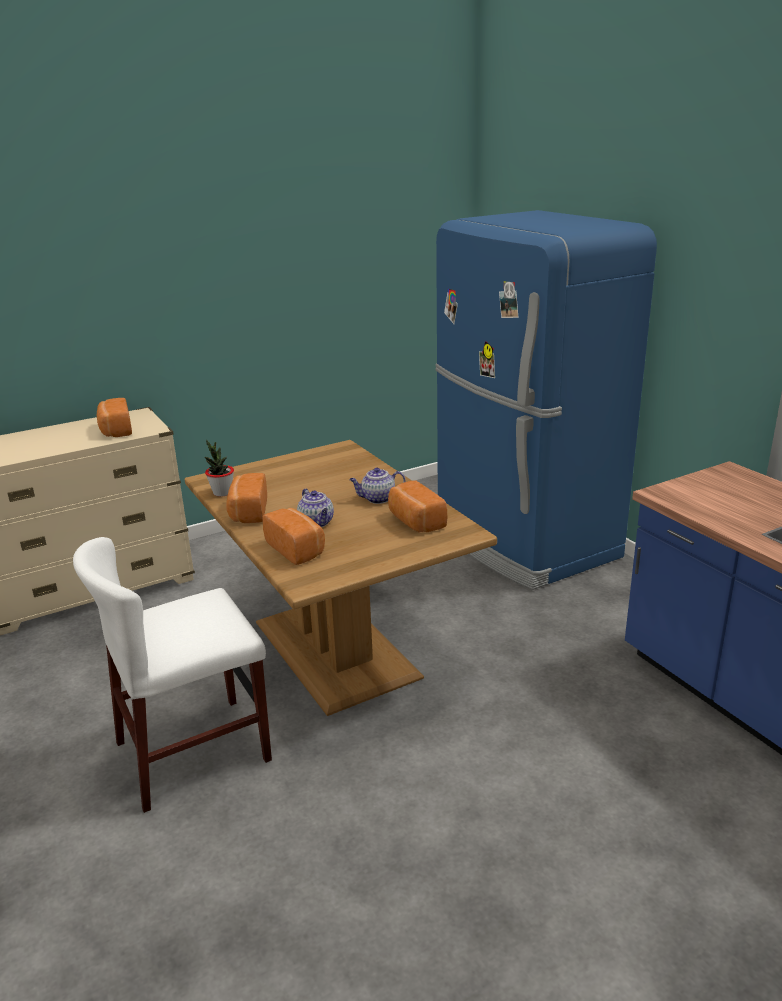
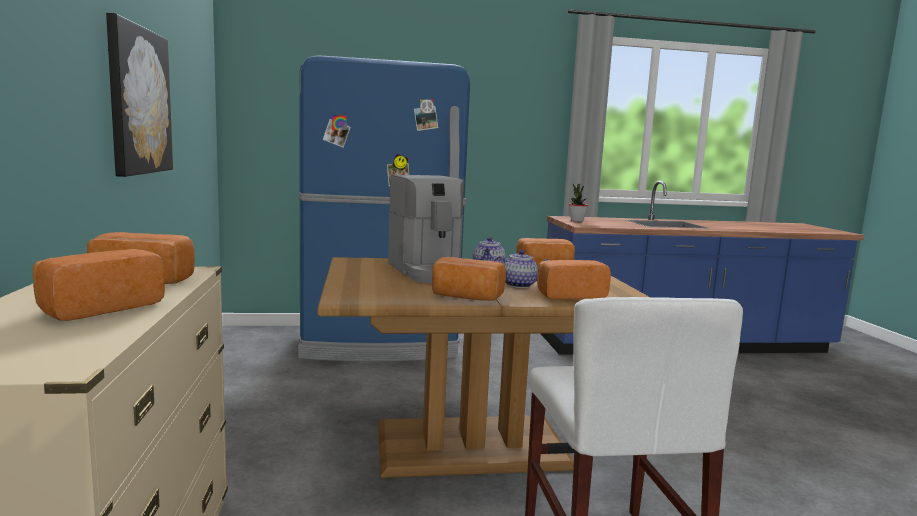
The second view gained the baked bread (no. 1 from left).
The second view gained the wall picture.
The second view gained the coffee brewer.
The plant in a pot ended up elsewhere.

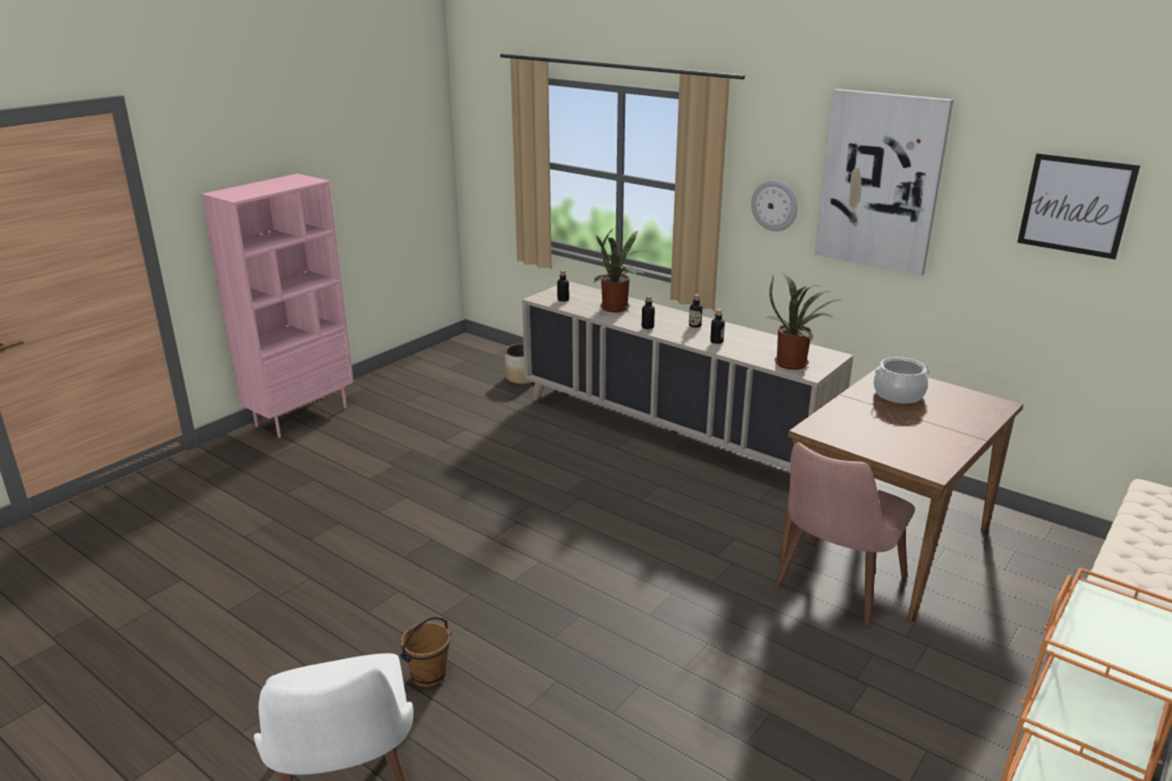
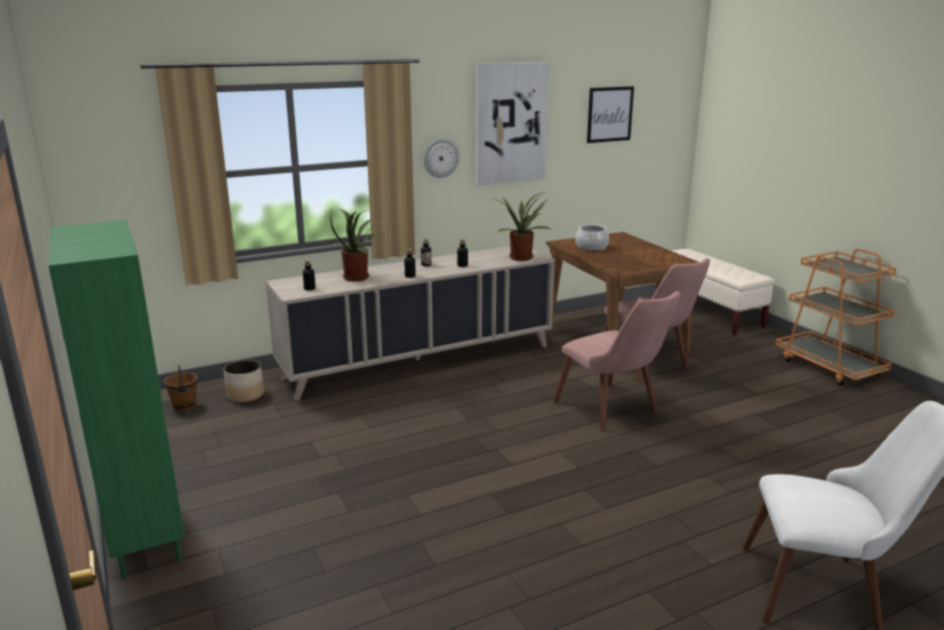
What was the bookshelf/pink turned into the bookshelf/green.
The bucket/brown-coloured ended up elsewhere.
The second view gained the upright chair/pink (no. 1 from left).

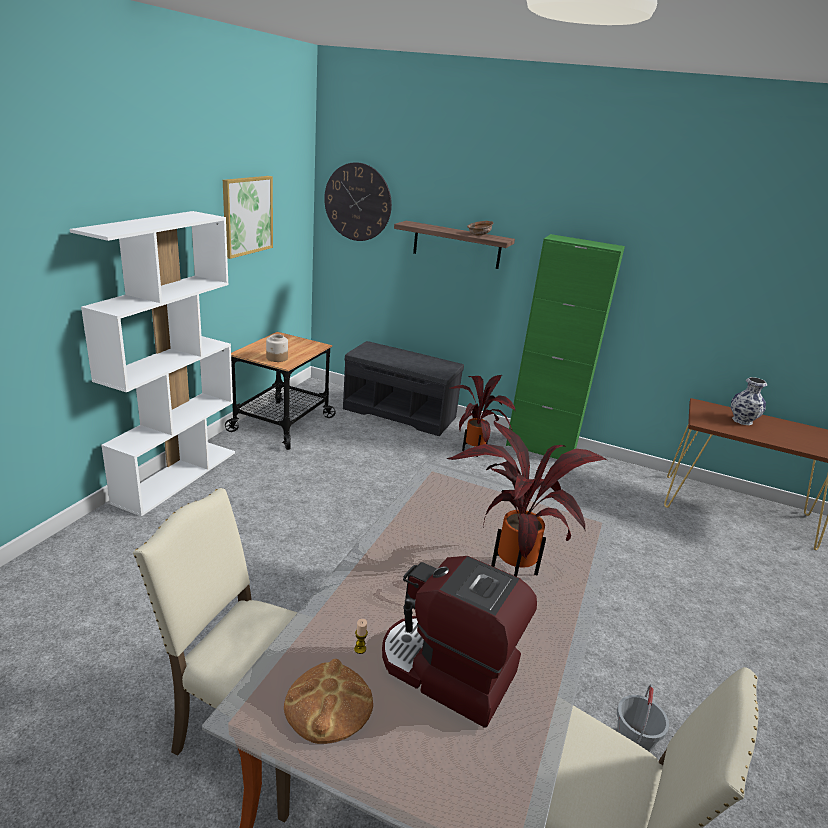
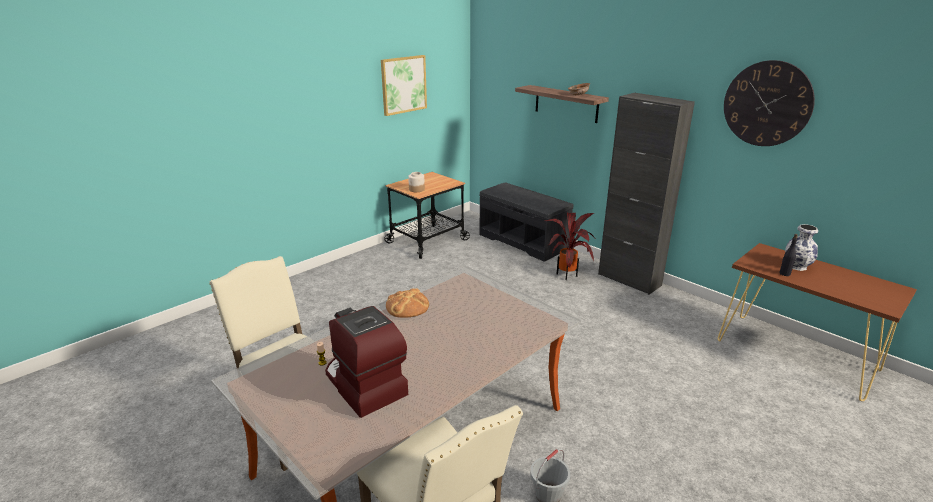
The baked bread ended up elsewhere.
What was the cupboard/green turned into the cupboard/black.
The clock on the wall ended up elsewhere.
The second view gained the beverage bottle/black.
The second view lost the bookshelf/white.
The second view lost the plant in a pot (no. 2 from left).

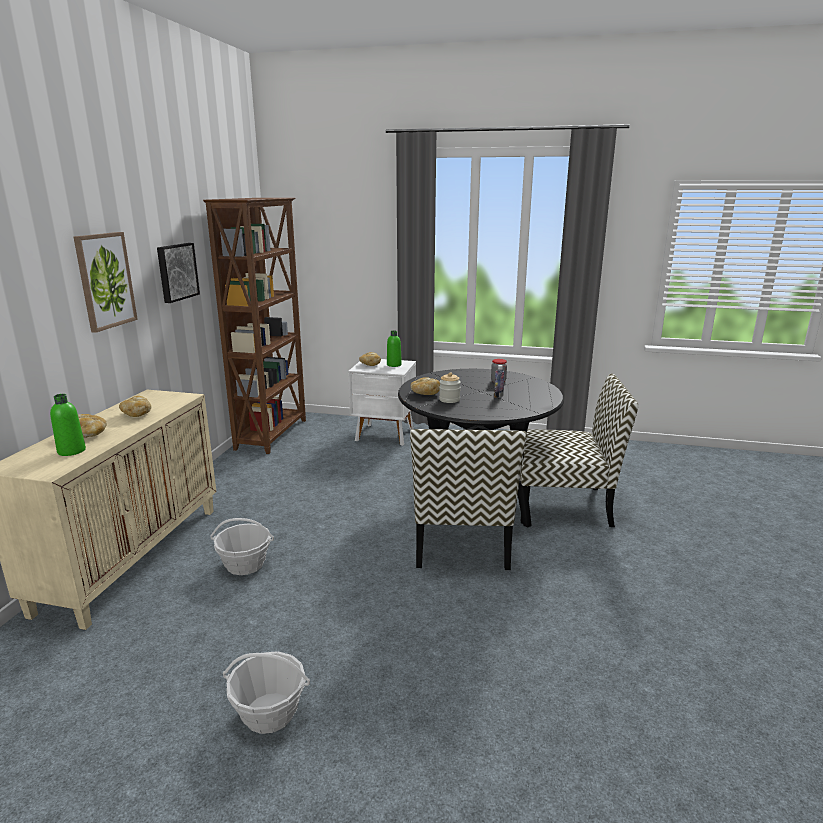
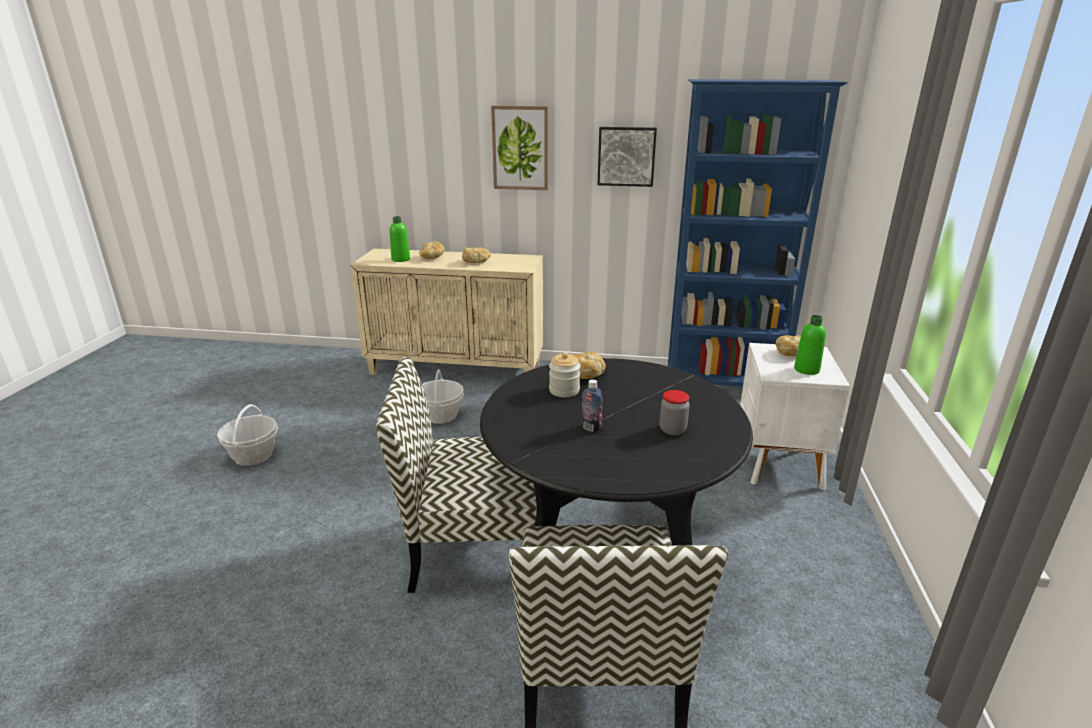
What was the bookshelf/brown-coloured turned into the bookshelf/blue.

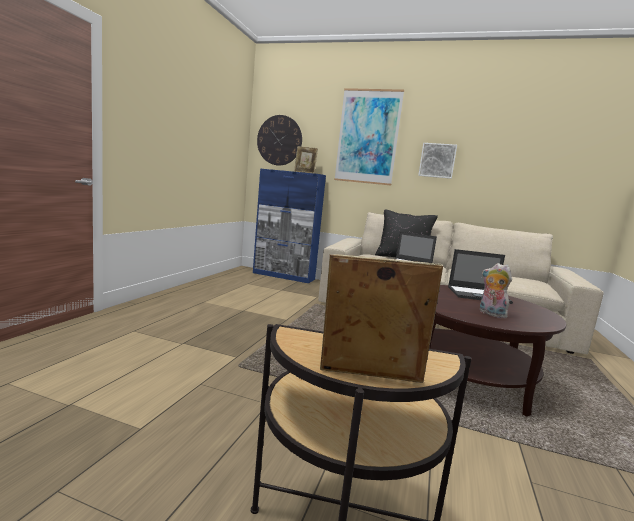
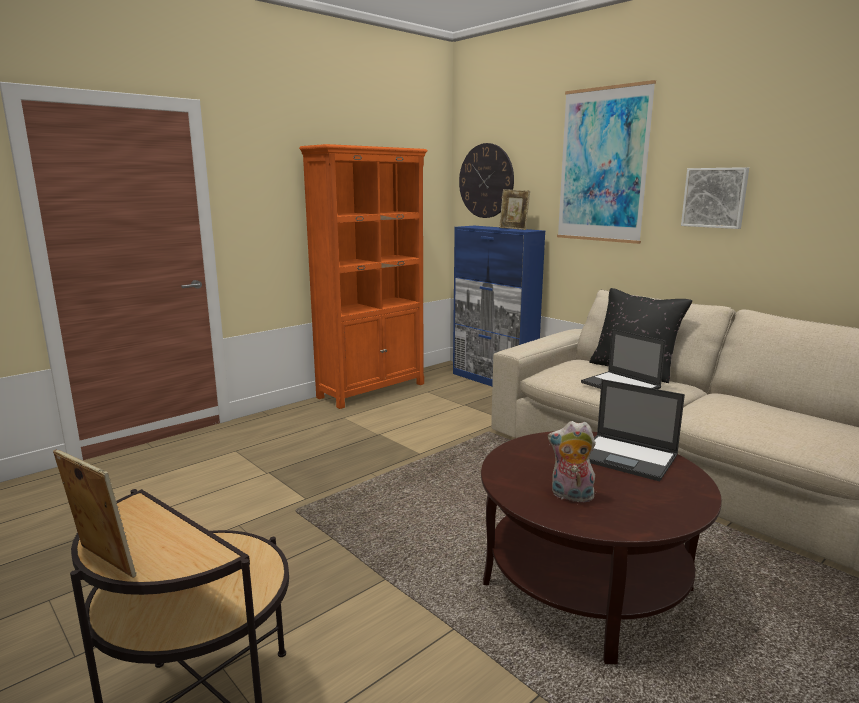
The second view gained the bookshelf/orangey.
The plush toy ended up facing another way, 60 degrees counterclockwise from before.

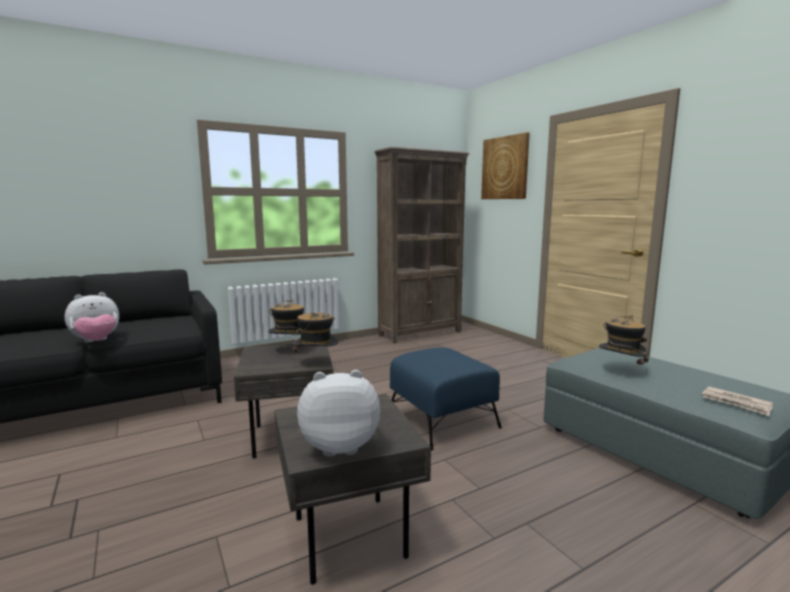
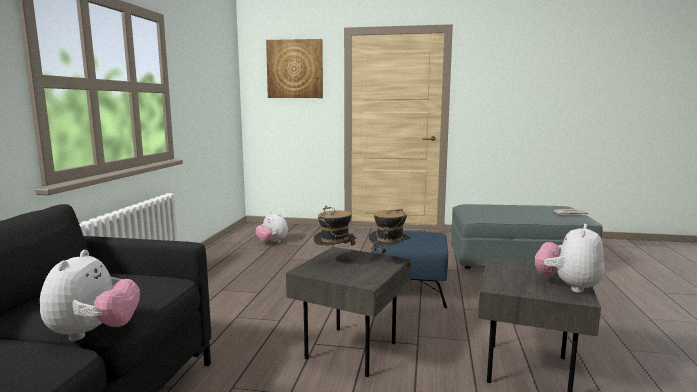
The second view gained the plush toy (no. 2 from left).
The second view lost the bookshelf/brown-coloured.
The second view lost the wearable hat (no. 3 from left).

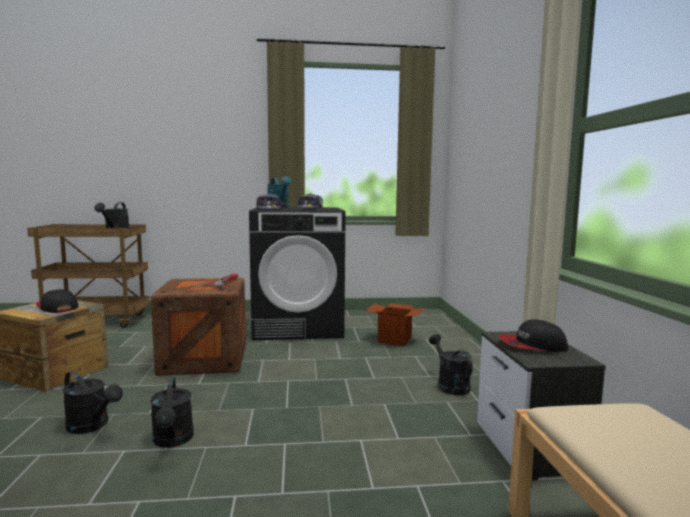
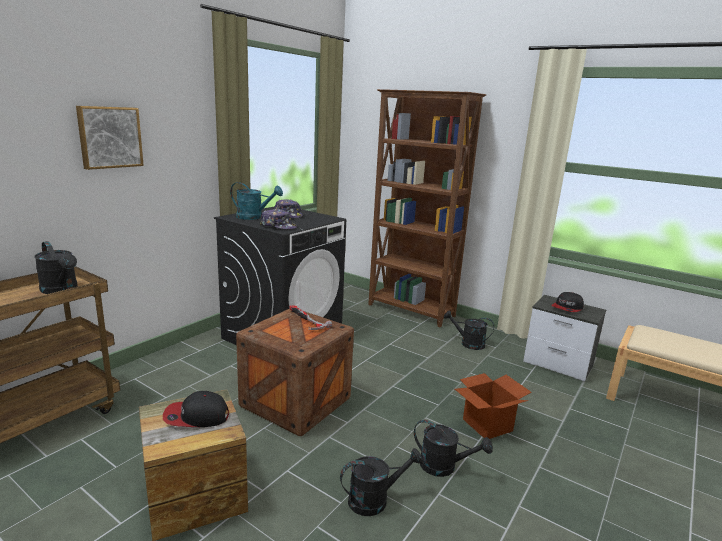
The second view gained the wall picture.
The second view gained the bookshelf/brown-coloured.
The packing box ended up elsewhere.

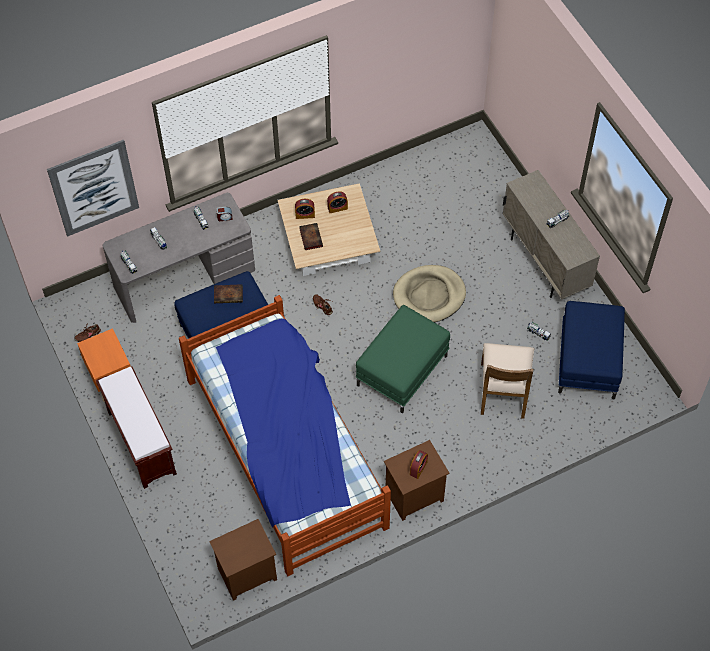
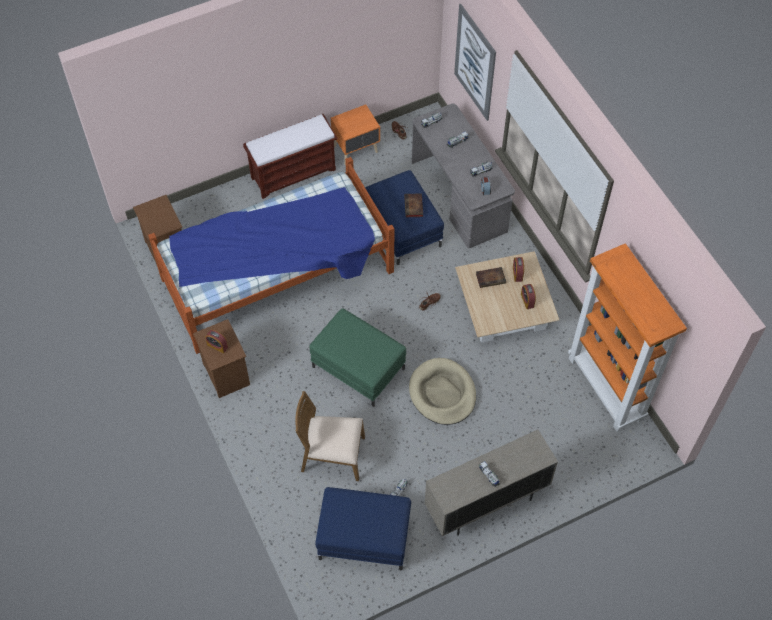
The second view gained the bookshelf/orangey.

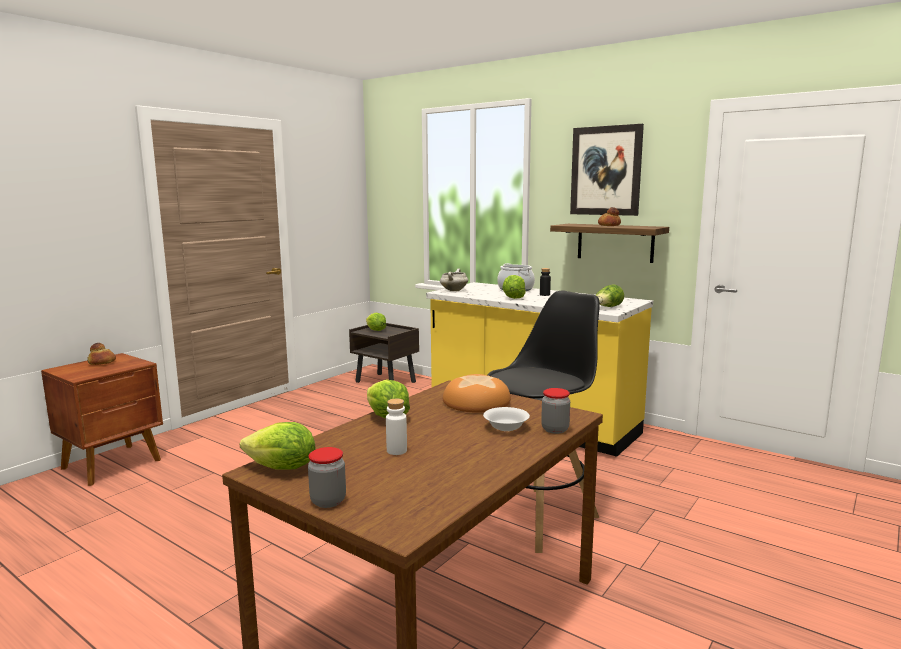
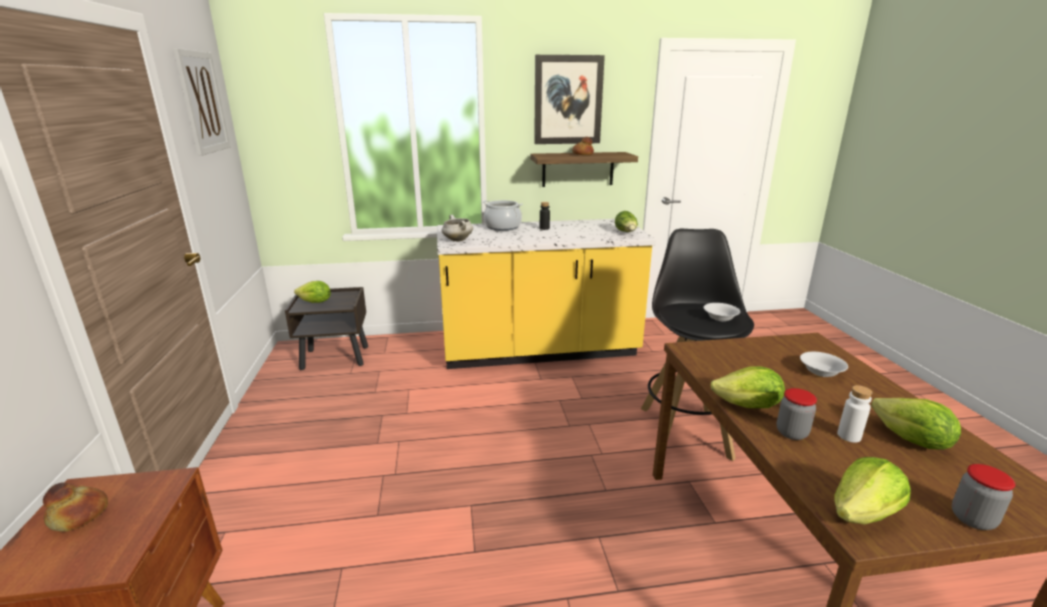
The second view gained the wall picture (no. 1 from left).
The second view gained the serving bowl/white (no. 1 from left).
The preserve jar (no. 2 from left in the first image) ended up elsewhere.
The head of lettuce (no. 4 from left in the first image) ended up elsewhere.
The second view lost the baked bread (no. 2 from left).

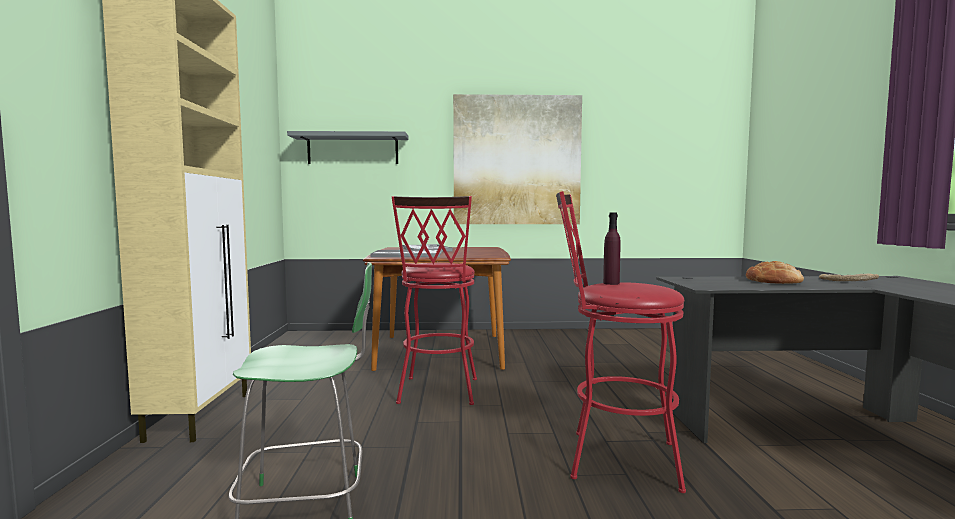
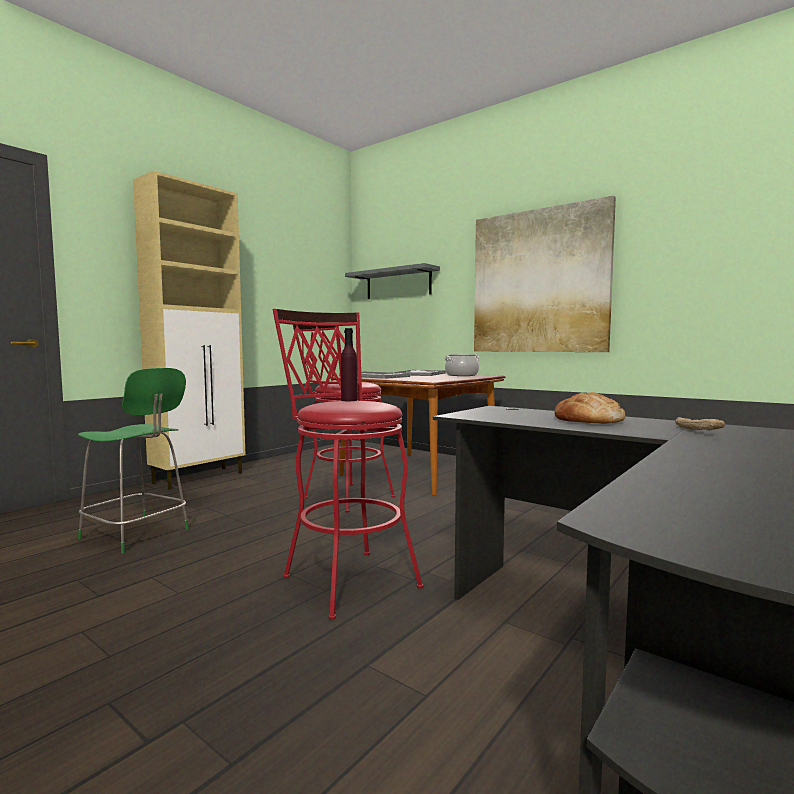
The second view gained the cooking pot.

